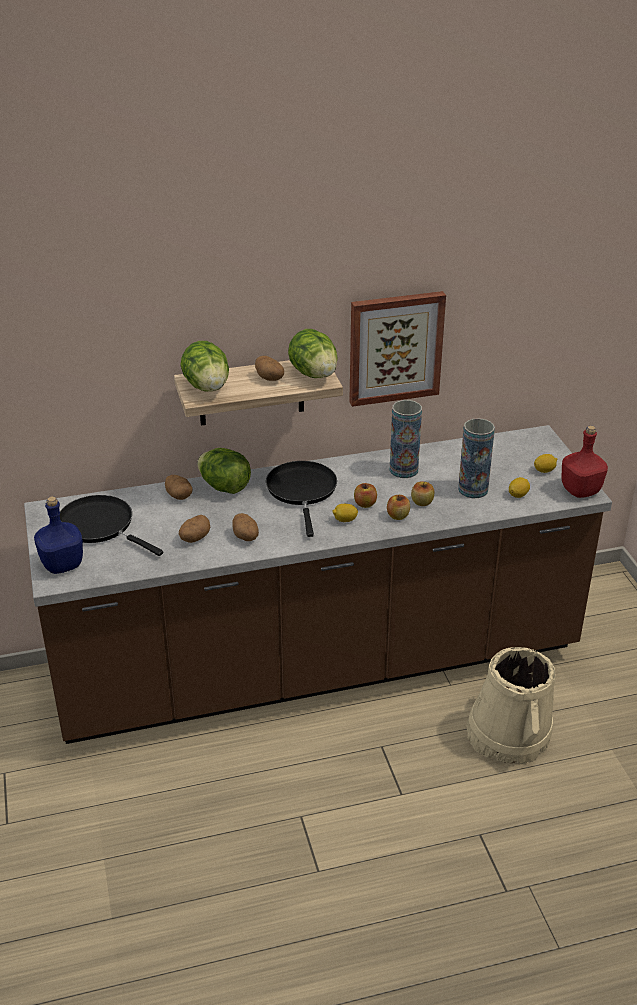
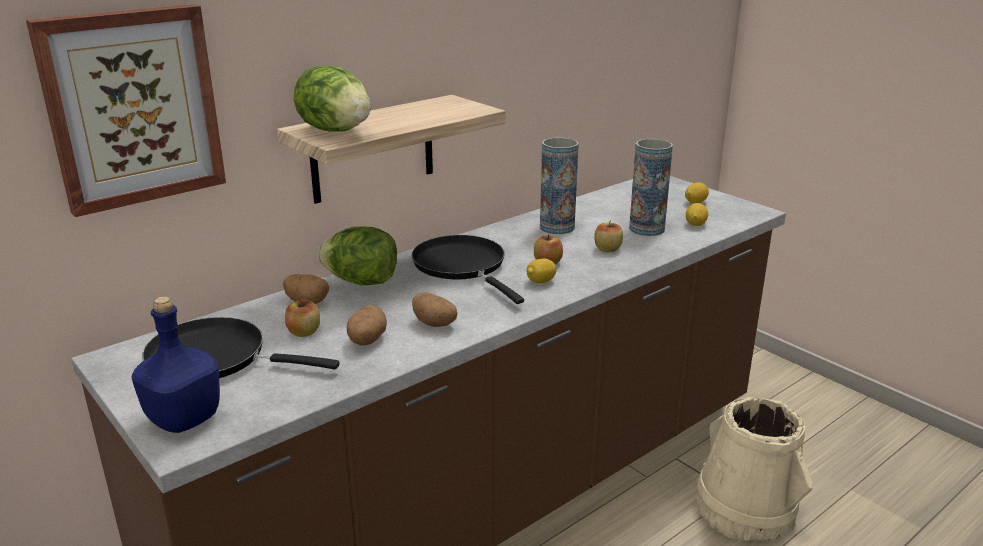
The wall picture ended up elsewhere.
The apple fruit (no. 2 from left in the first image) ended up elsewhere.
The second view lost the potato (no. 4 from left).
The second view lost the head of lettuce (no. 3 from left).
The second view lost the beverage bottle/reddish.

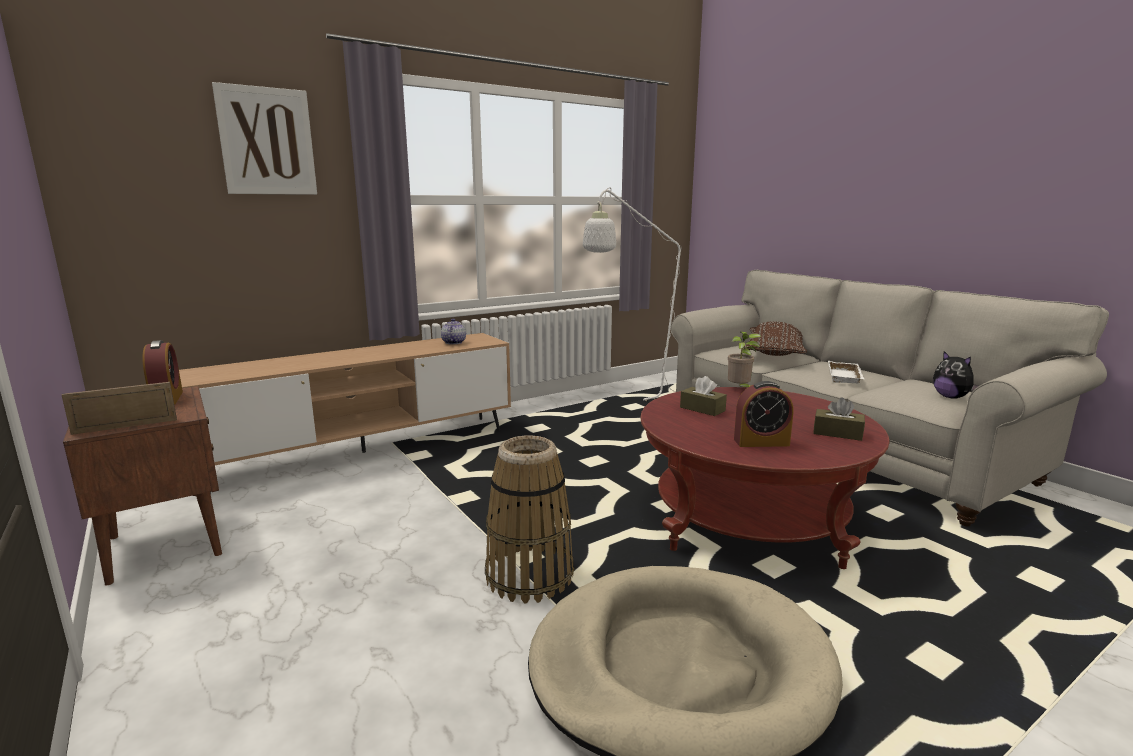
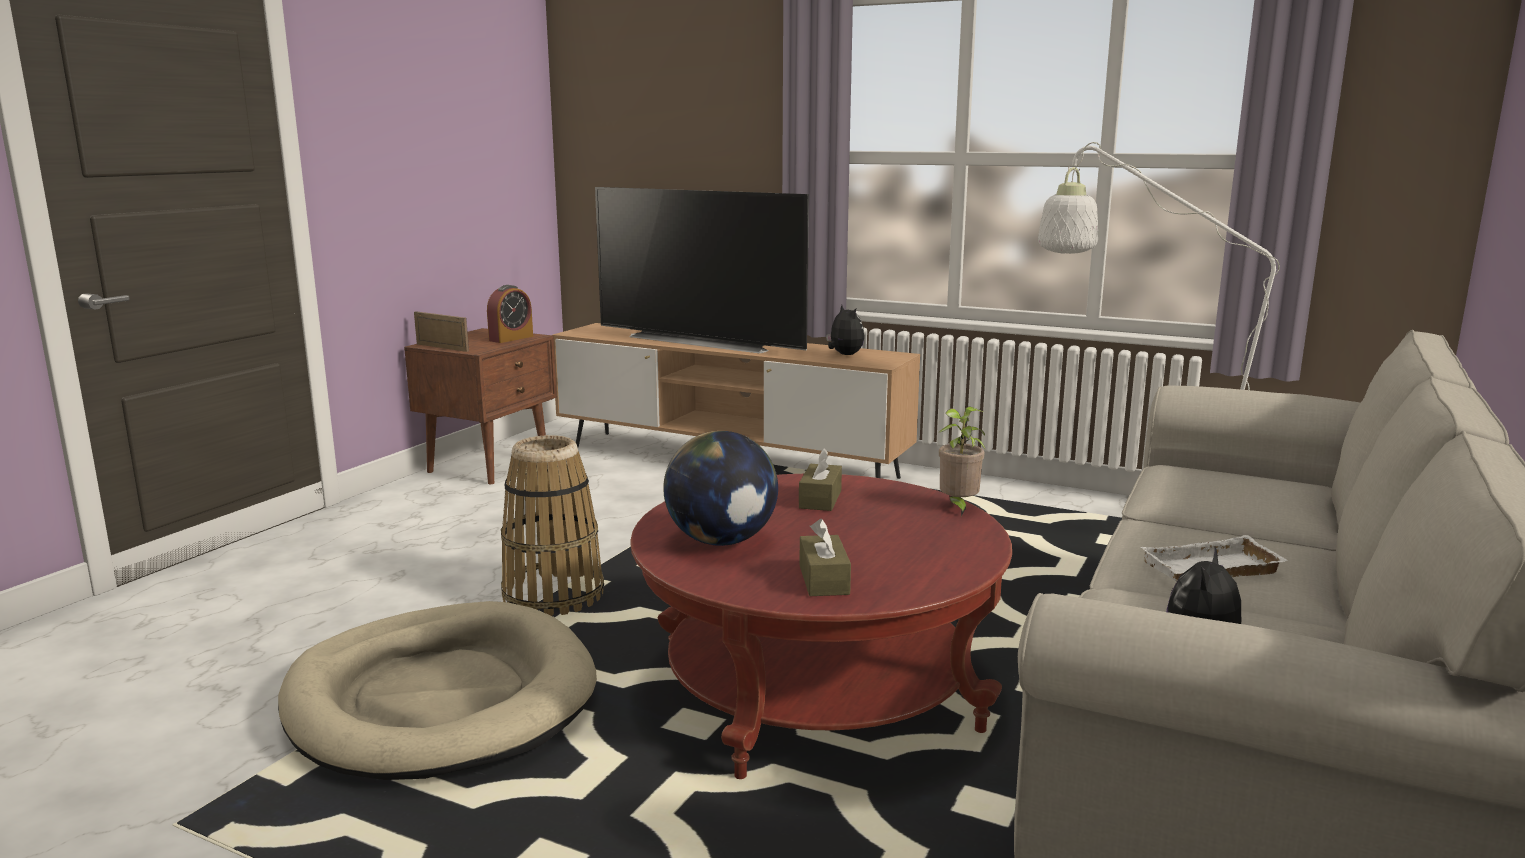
The second view gained the TV.
Where the table clock (no. 2 from left) stood, the globe came to stand.
Where the tea pot stood, the plush toy (no. 1 from left) came to stand.
The second view lost the wall picture.
The second view lost the cushion/brown-coloured.

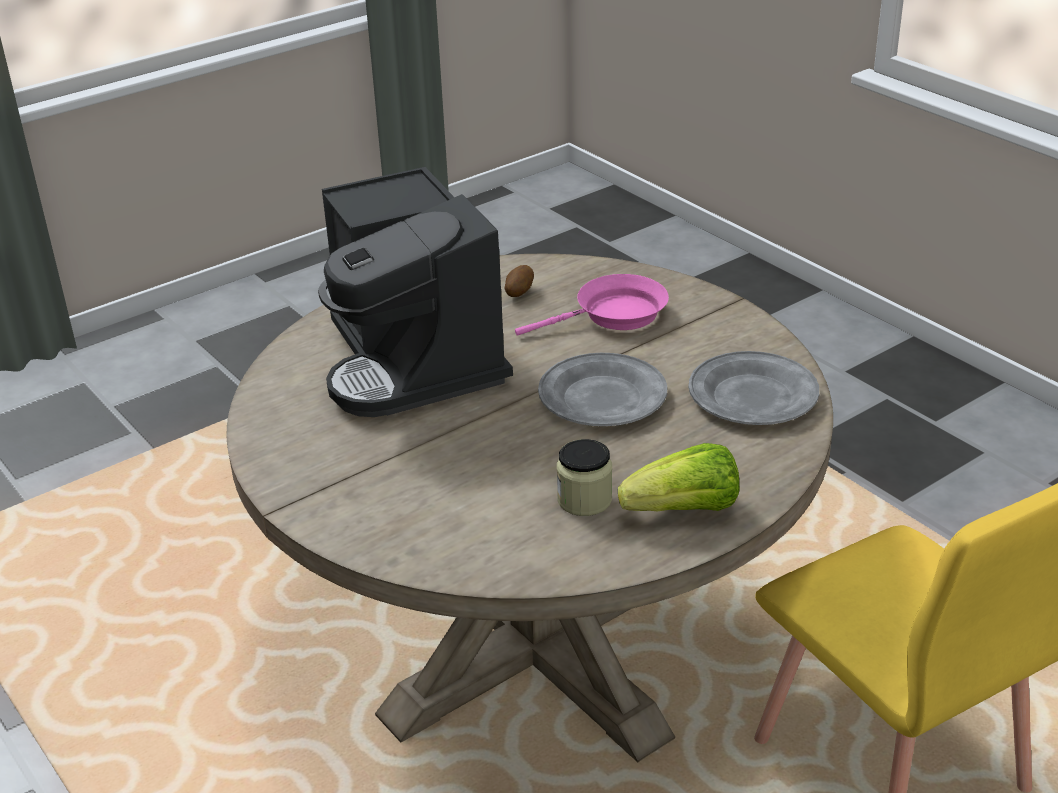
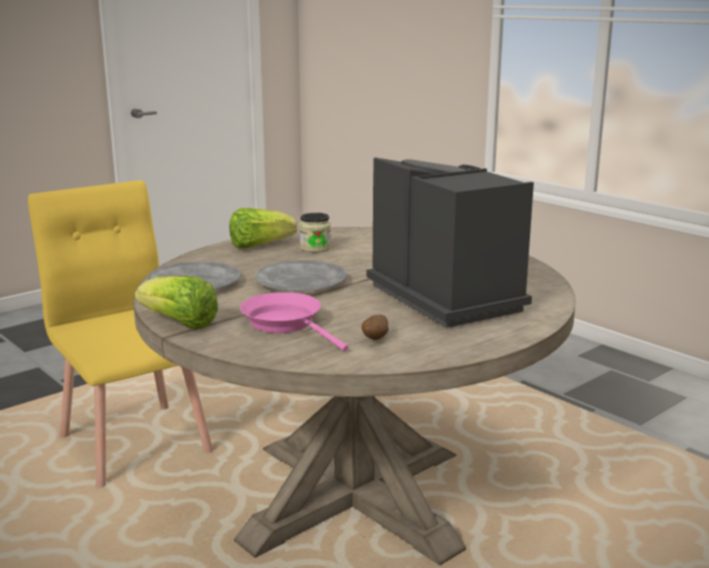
The second view gained the head of lettuce (no. 1 from left).
The skillet/pink ended up facing another way, 75 degrees clockwise from before.

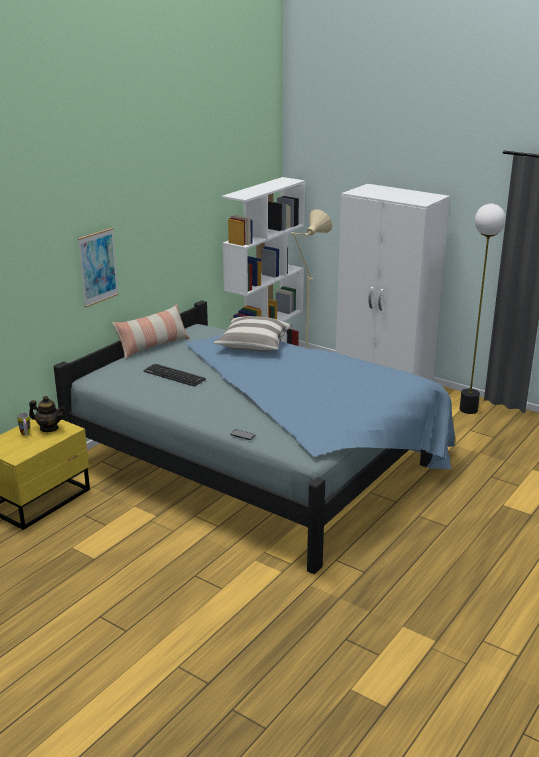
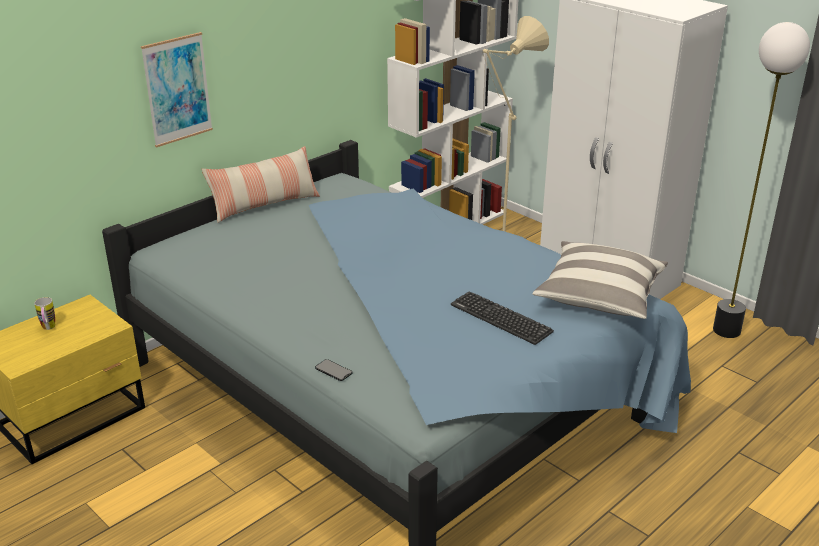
The PC keyboard ended up elsewhere.
The cushion (no. 2 from left) ended up elsewhere.
The second view lost the tea pot.

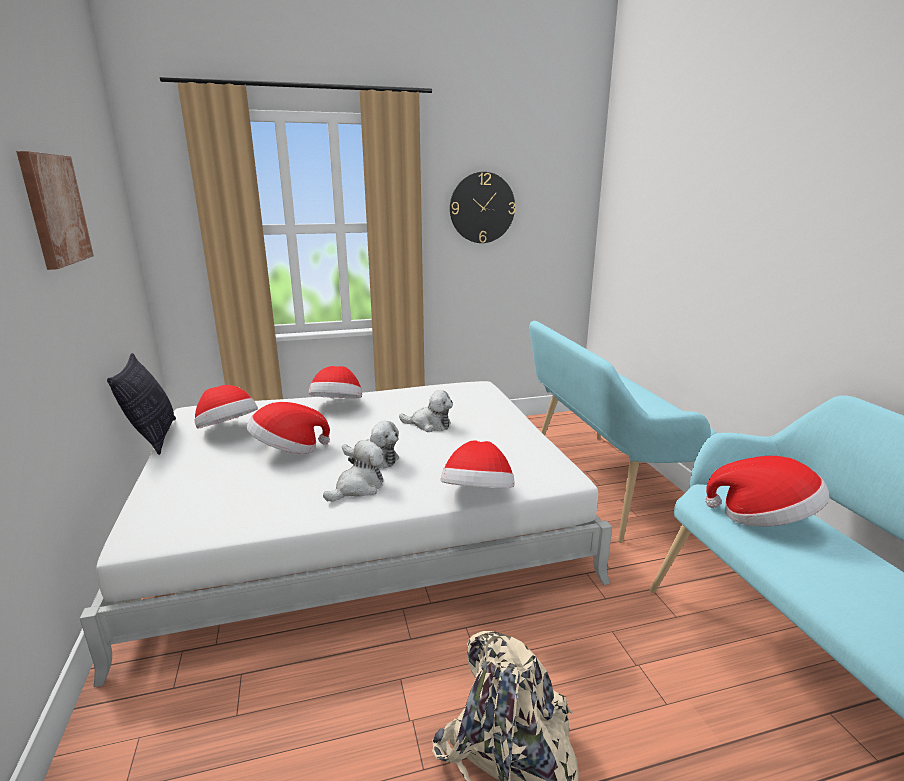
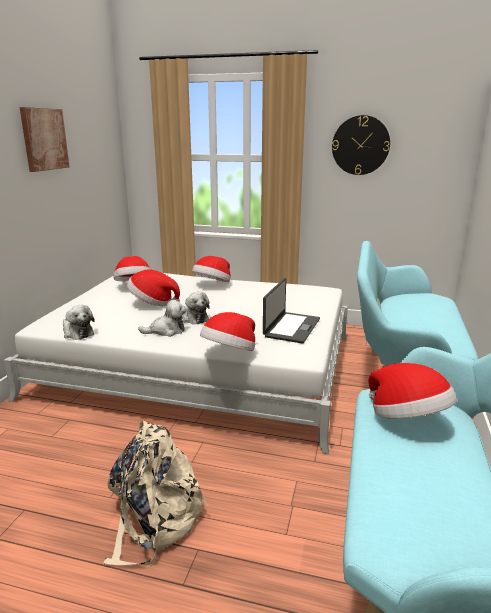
The plush toy (no. 3 from left in the first image) ended up elsewhere.
The second view gained the portable computer.
The second view lost the cushion.

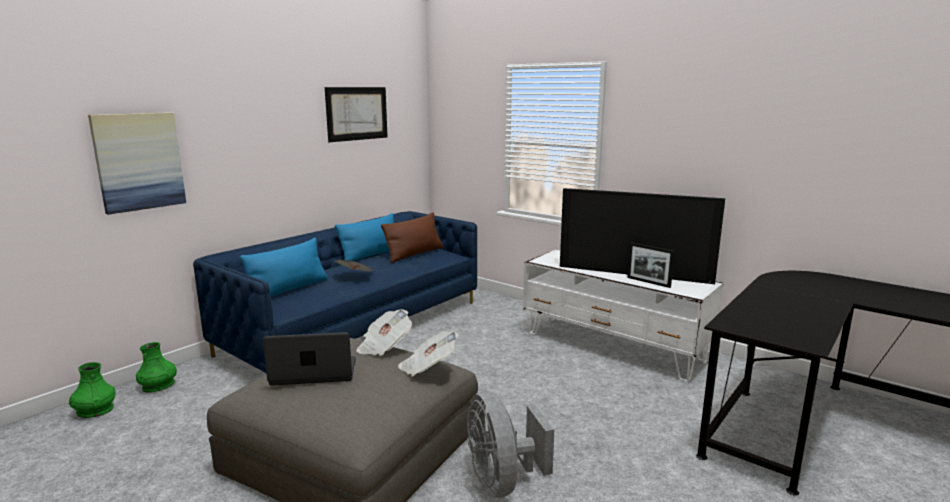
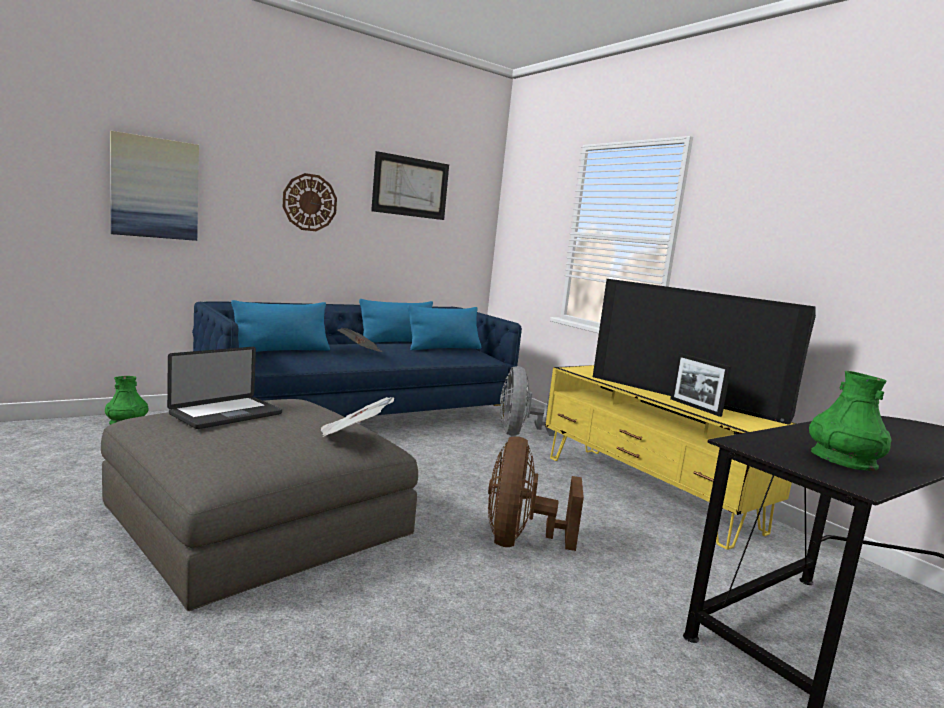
The portable computer ended up facing another way, 120 degrees clockwise from before.
The second view gained the clock on the wall.
What was the cushion/brown-coloured turned into the cushion/blue (no. 3 from left).
The second view gained the cooling fan/brown-coloured.
The cooling fan/greyish ended up elsewhere.
What was the tv stand/white turned into the tv stand/yellowish.
The flower vase/green (no. 1 from left in the first image) ended up elsewhere.
The second view lost the newspaper (no. 2 from left).

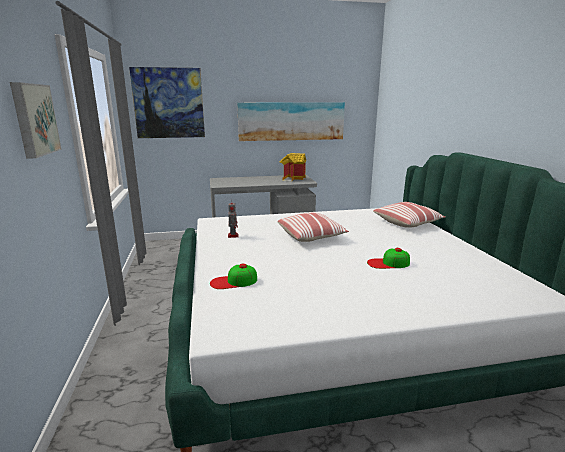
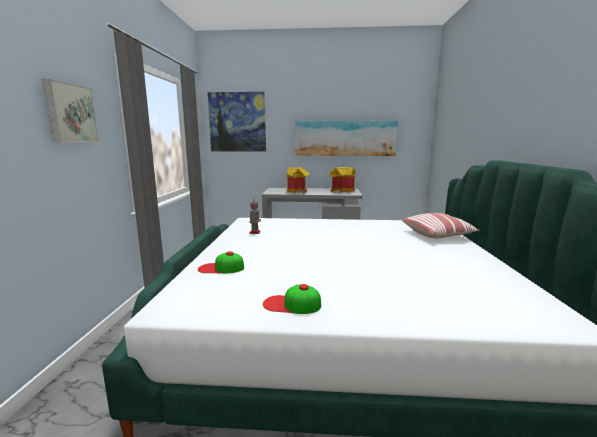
The peaked cap (no. 2 from left) ended up elsewhere.
The second view gained the miniature house (no. 1 from left).
The second view lost the cushion (no. 1 from left).

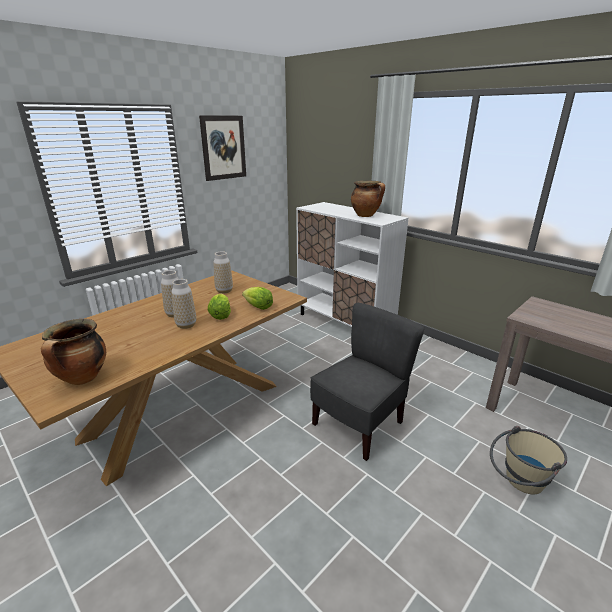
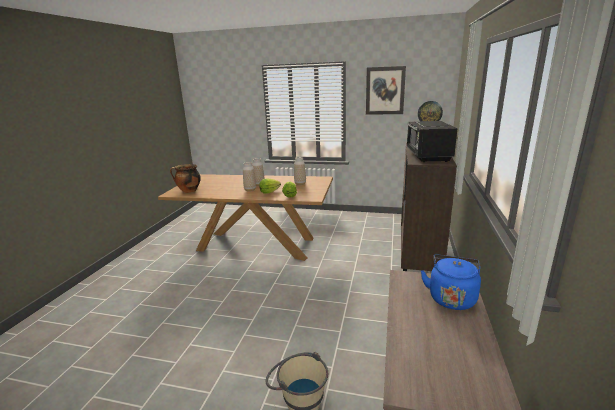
What was the cupboard/white turned into the cupboard/brown-coloured.
Where the cooking pot (no. 2 from left) stood, the microwave/black came to stand.
The second view gained the clock on the wall.
The second view gained the water kettle/blue.
The second view lost the upright chair/greyish.

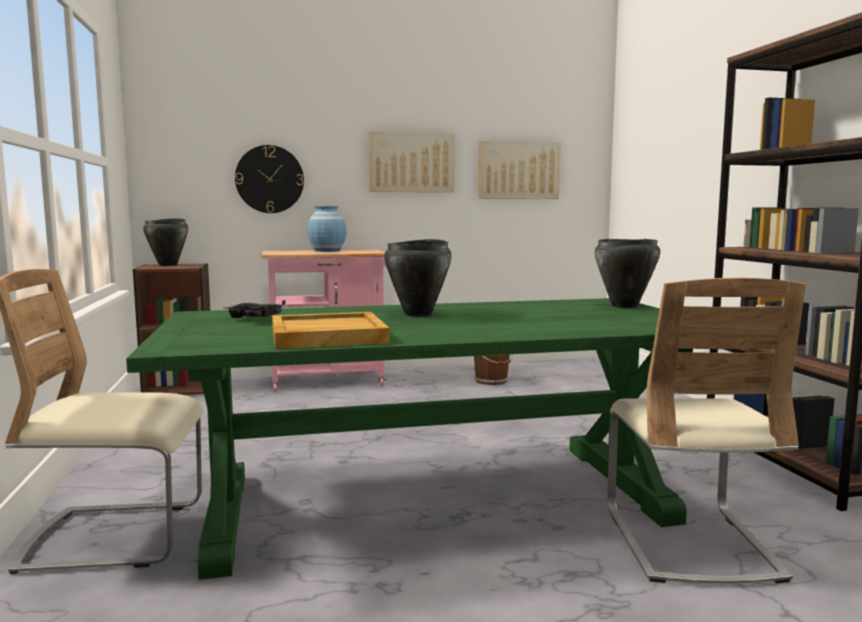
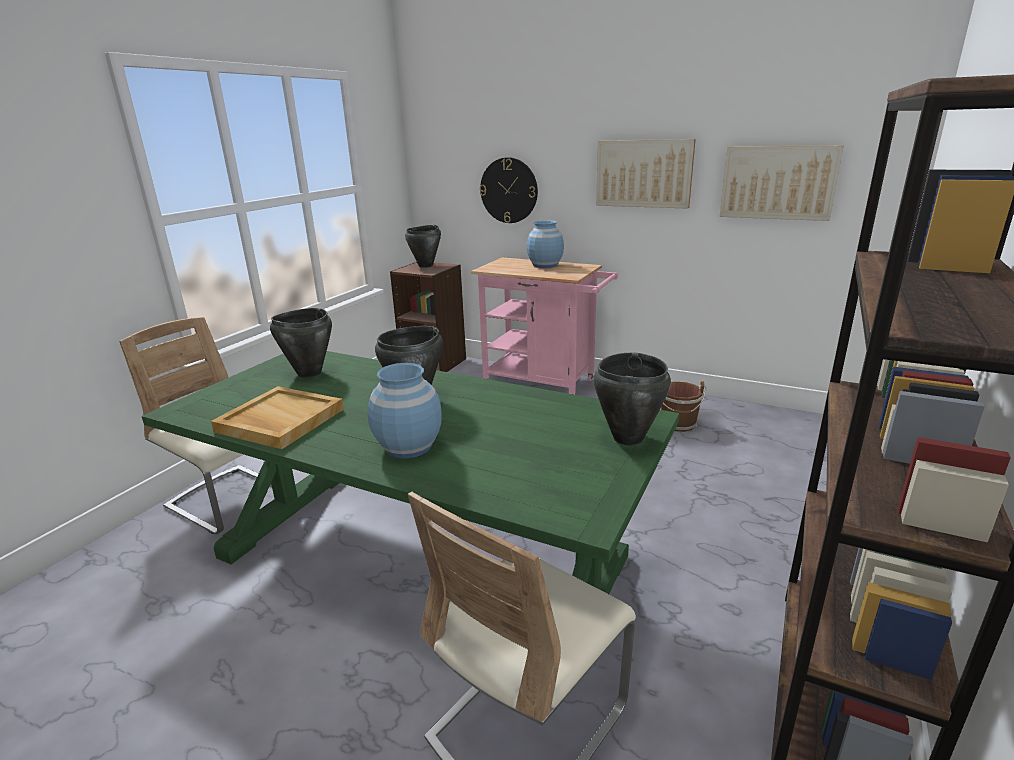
Where the serving tray/black stood, the cooking pot/black (no. 1 from left) came to stand.
The second view gained the flower vase/blue (no. 1 from left).

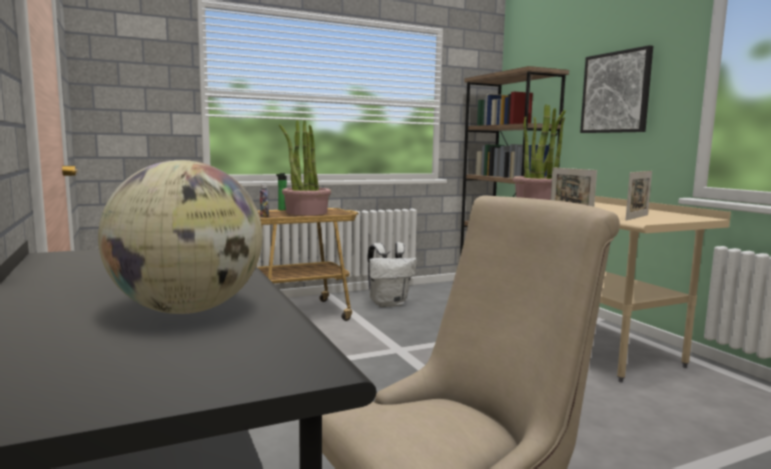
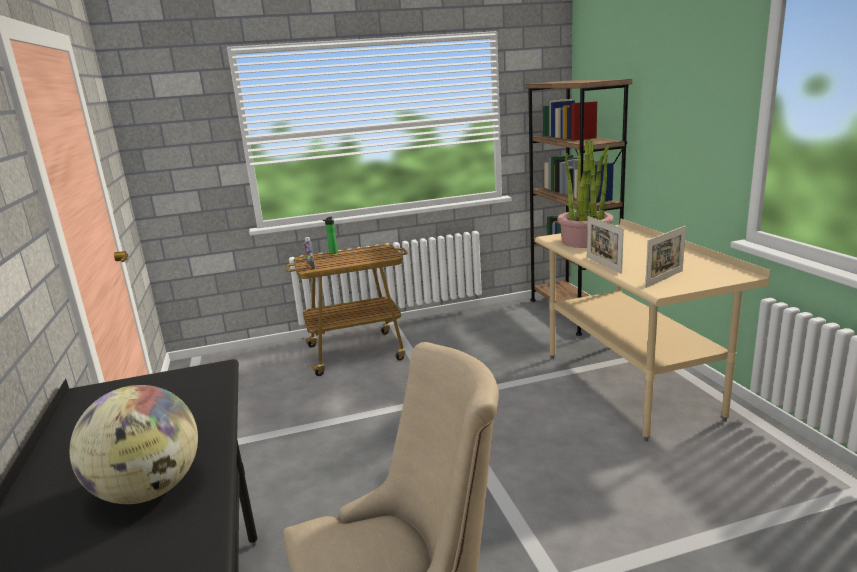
The second view lost the plant in a pot (no. 1 from left).
The second view lost the backpack/white.
The second view lost the wall picture.

